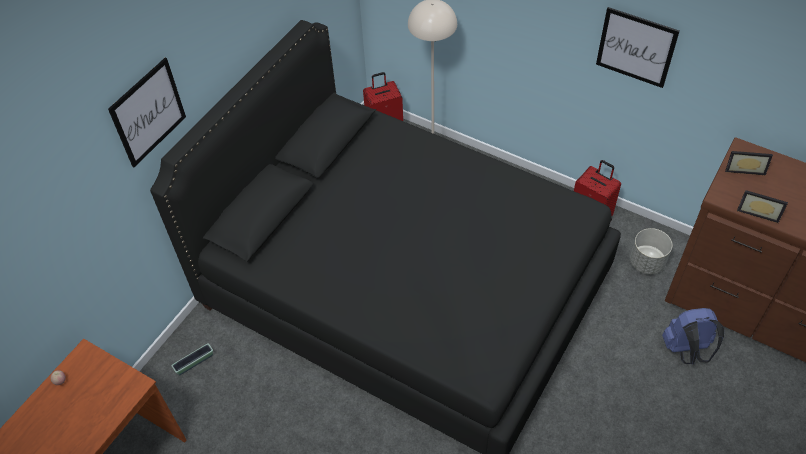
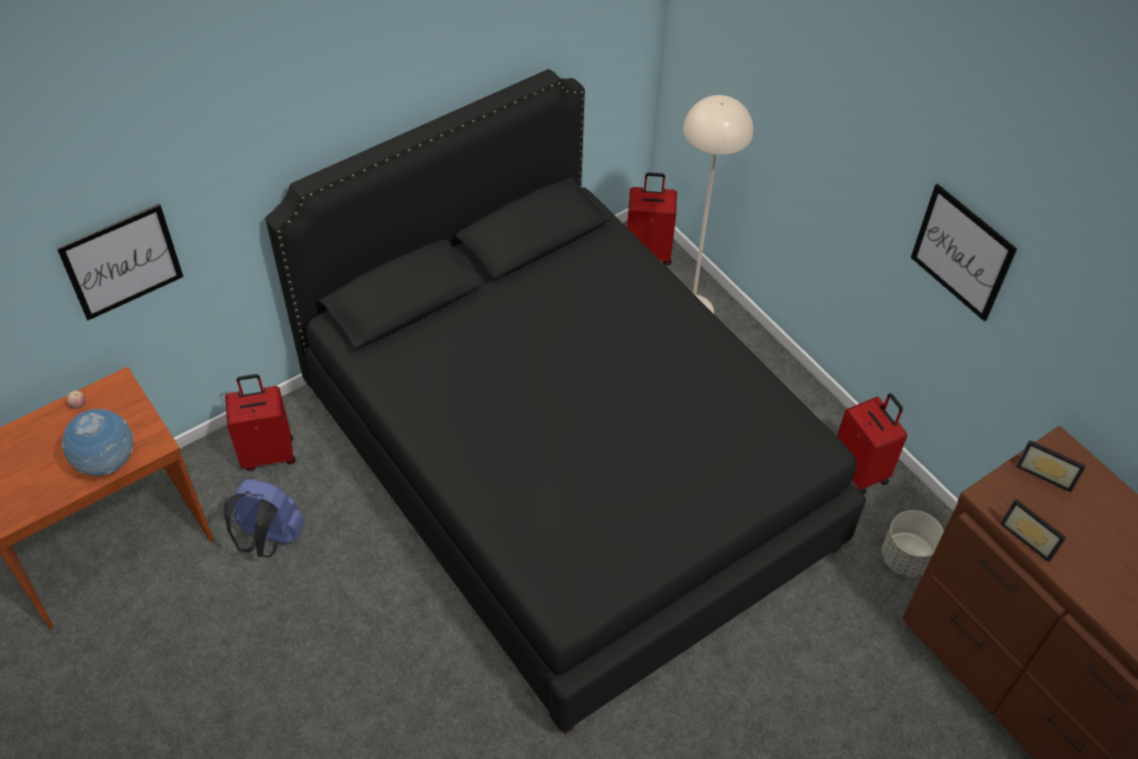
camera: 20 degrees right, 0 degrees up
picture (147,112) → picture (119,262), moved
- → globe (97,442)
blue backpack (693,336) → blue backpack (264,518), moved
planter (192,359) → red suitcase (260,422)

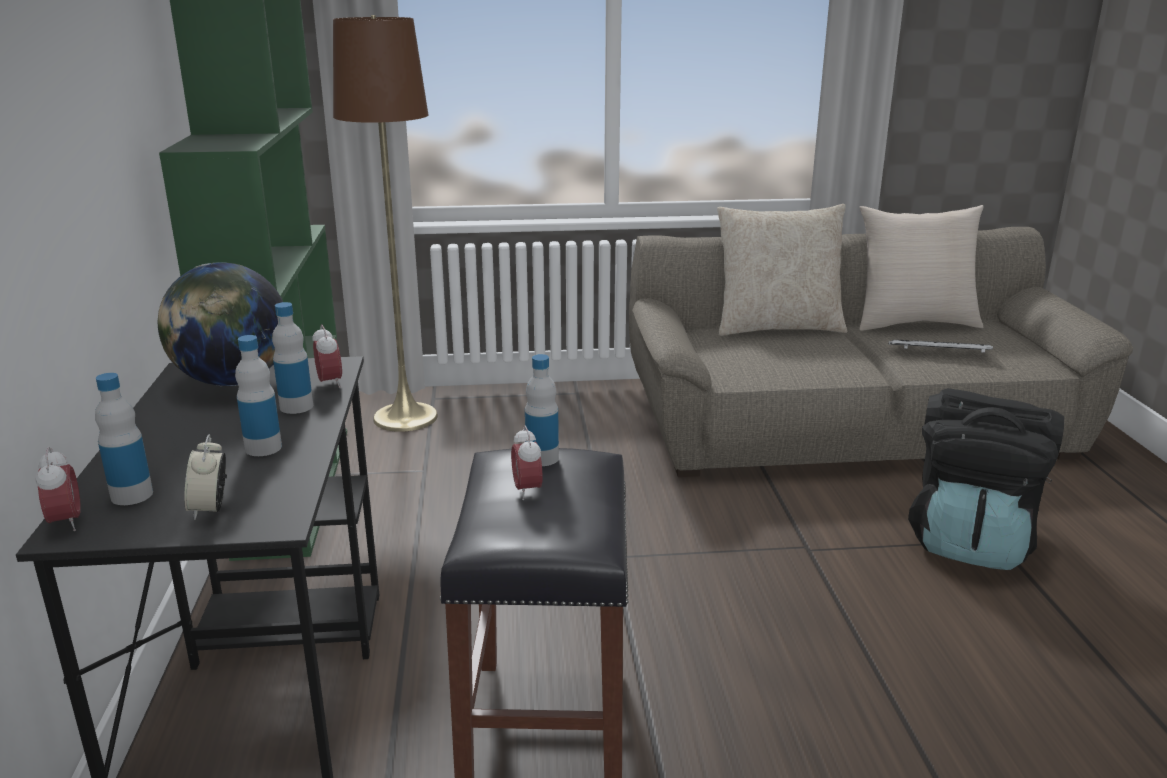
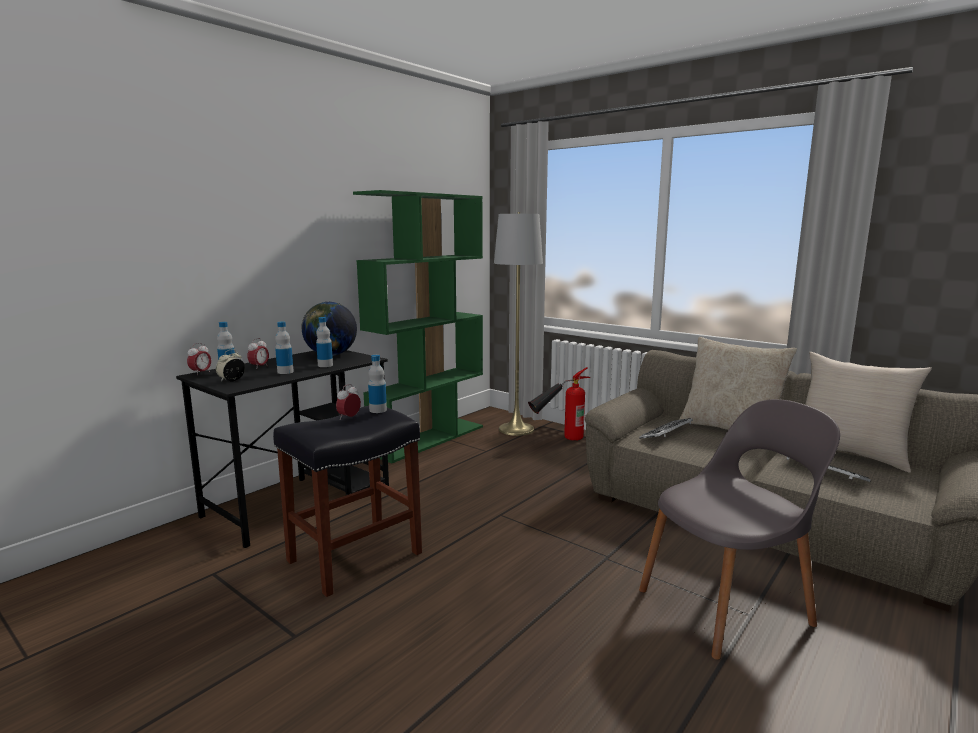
camera: 45 degrees right, 10 degrees down
alarm clock (327,356) → alarm clock (258,352), moved
brown floor lamp (385,223) → grey floor lamp (518,324)
- → fire extinguisher (559,404)
black backpack (986,479) → grey chair (739,529)
- → keyboard (666,428)

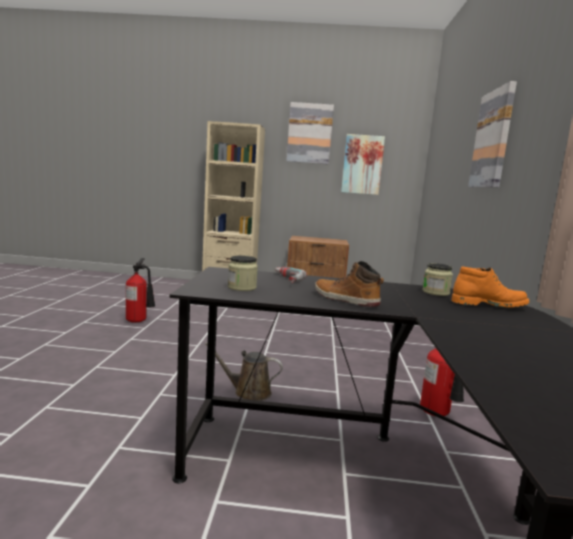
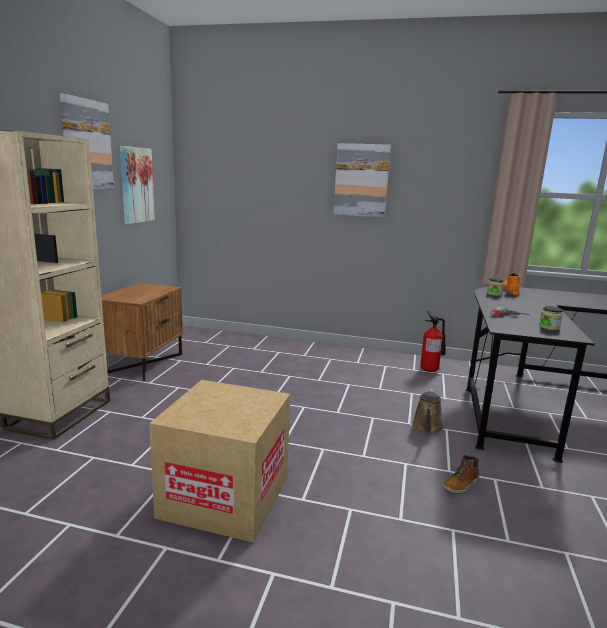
camera: 80 degrees left, 5 degrees up
fire extinguisher (140,290) → cardboard box (219,461)
boot (349,284) → boot (461,474), moved

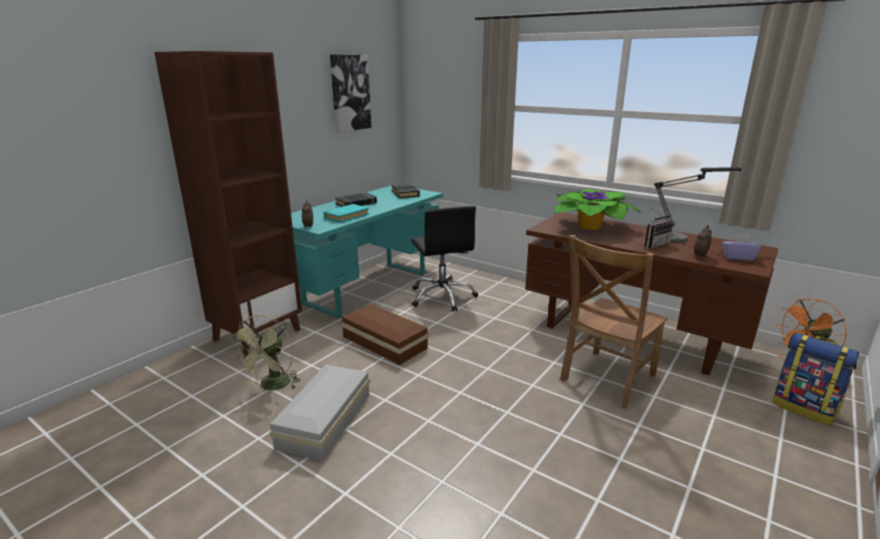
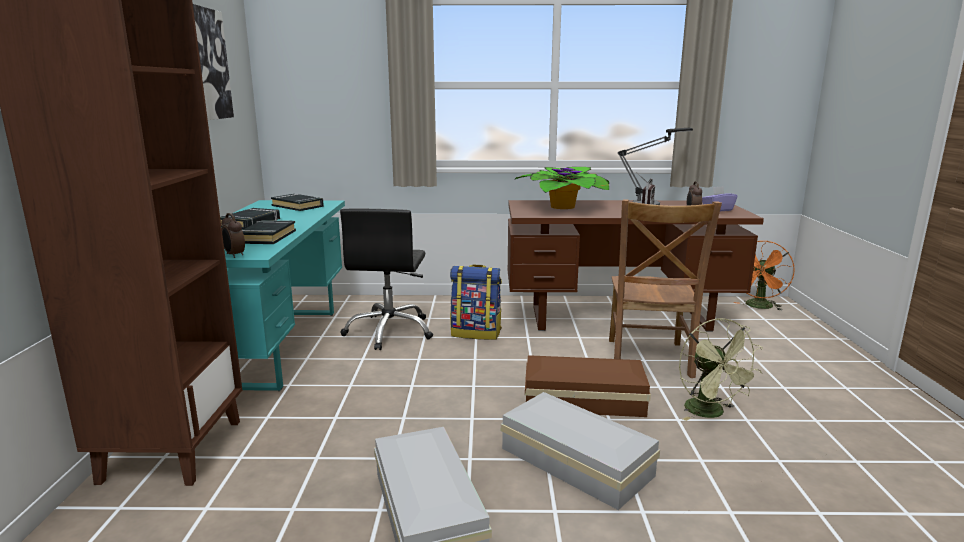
camera: 35 degrees left, 5 degrees down
turquoise book (346,213) → black book (269,232)
black office chair (444,259) → black office chair (386,279), 60 degrees clockwise
backpack (815,379) → backpack (476,302), moved
- → white storage box (580,451)
brown storage box (385,334) → brown storage box (588,386), moved
green fan (265,352) → green fan (721,369), moved

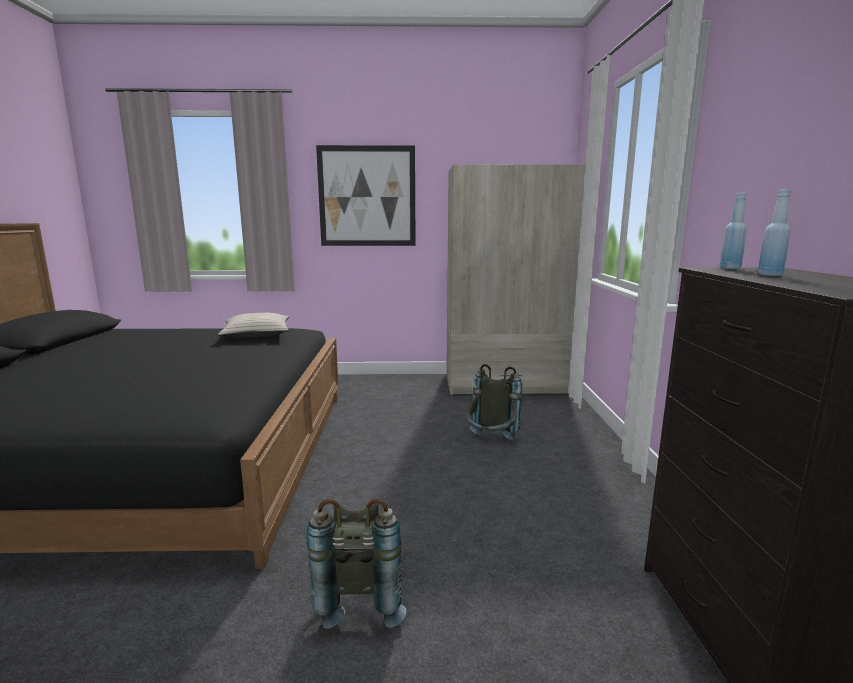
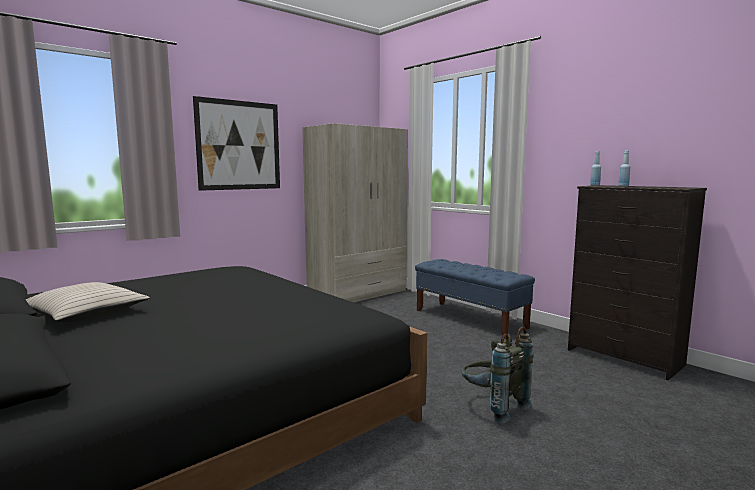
camera: 40 degrees left, 5 degrees down
beige pillow (253,326) → beige pillow (88,302), moved
- → blue bench (475,297)
grey backpack (494,402) → -

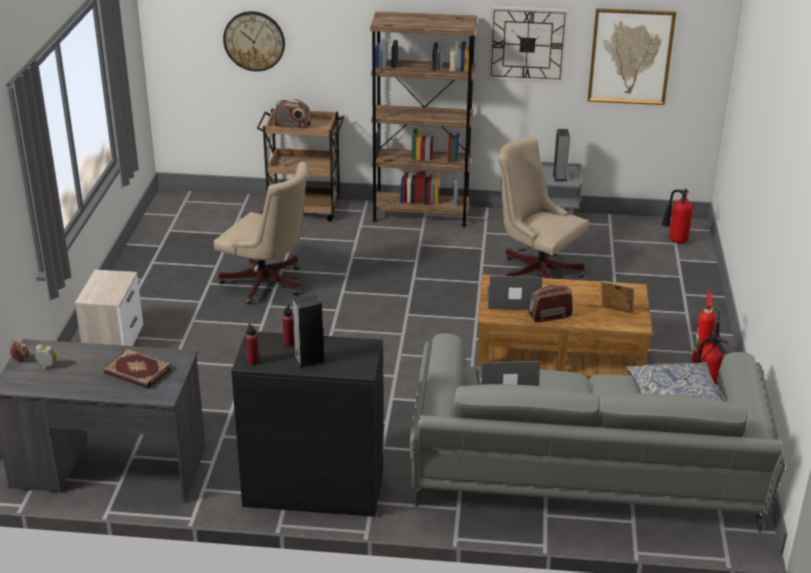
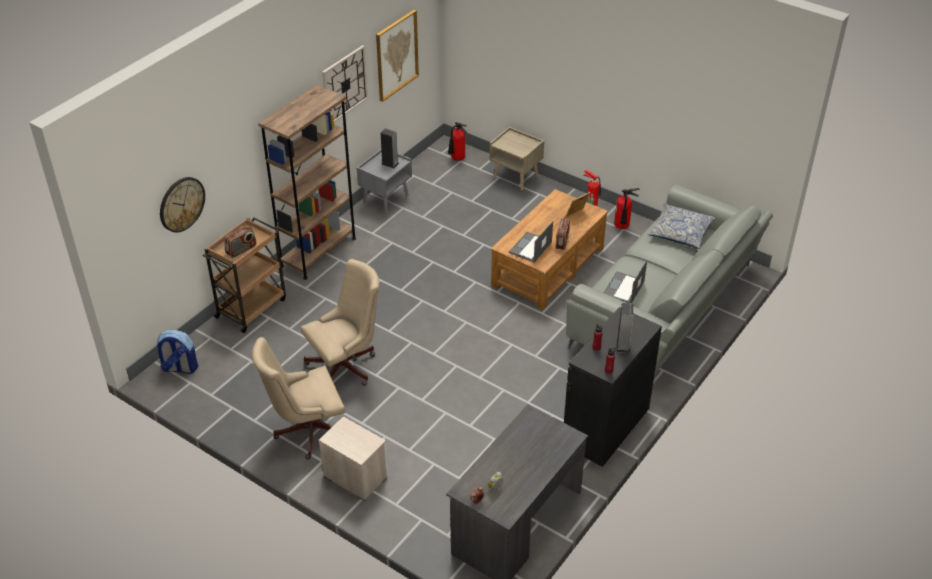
camera: 60 degrees left, 10 degrees up
- → backpack (177,352)
beige office chair (543,208) → beige office chair (298,398), moved
- → beige nightstand (516,158)
book (137,369) → -

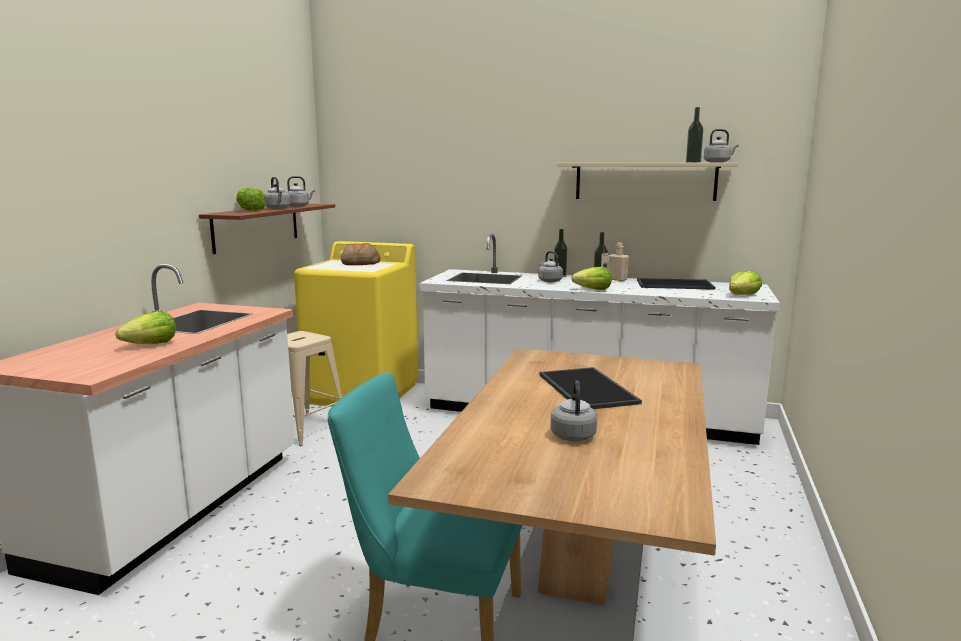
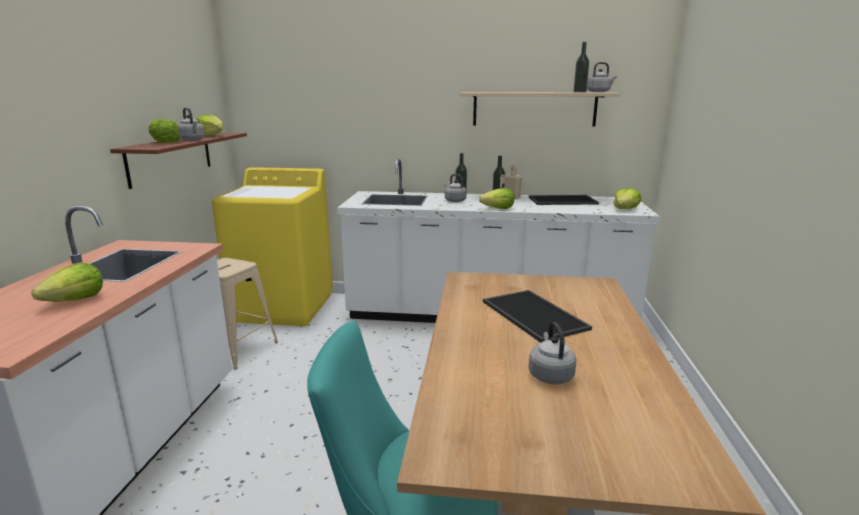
camera: 10 degrees left, 5 degrees up
grey kettle (300,191) → lettuce (209,126)
bread (360,254) → -

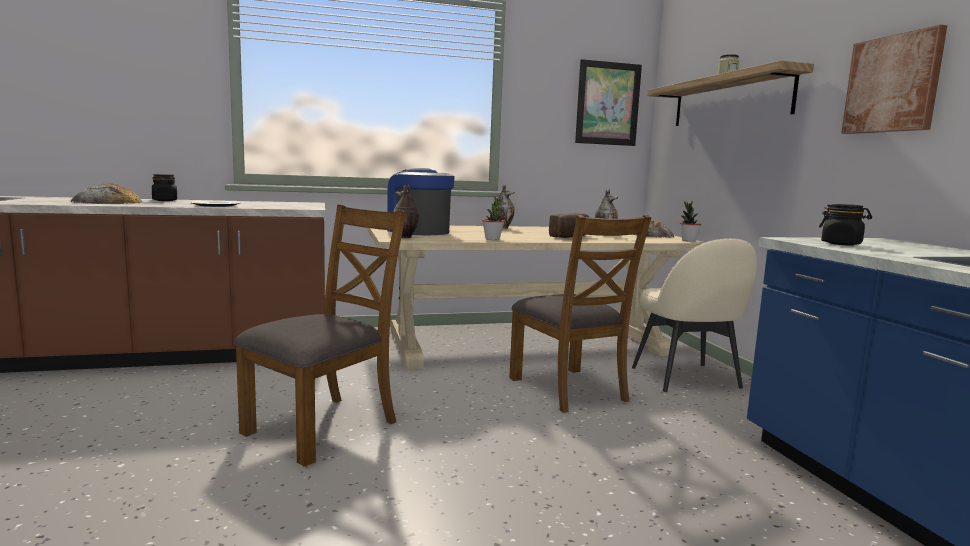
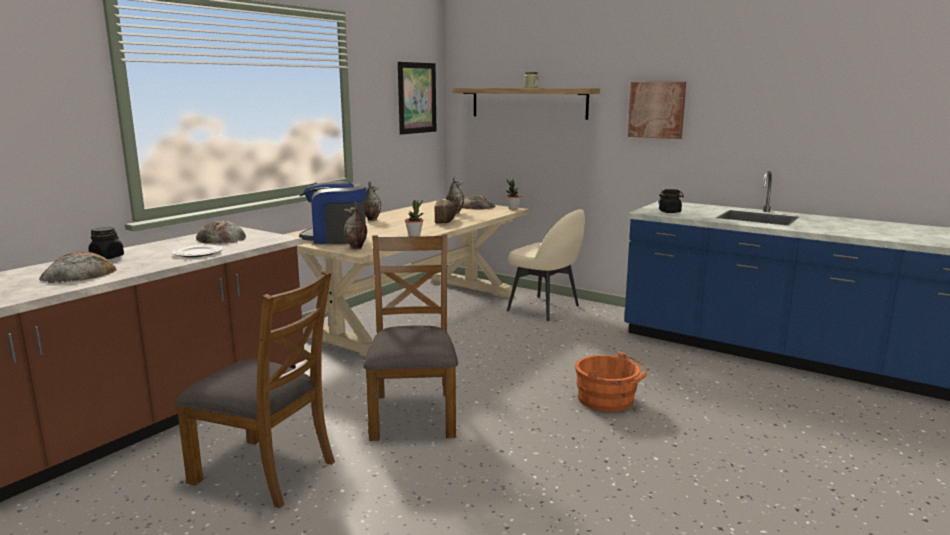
camera: 40 degrees left, 5 degrees up
brown chair (580,314) → brown chair (255,389), moved
- → bread (221,232)
- → orange bucket (611,381)

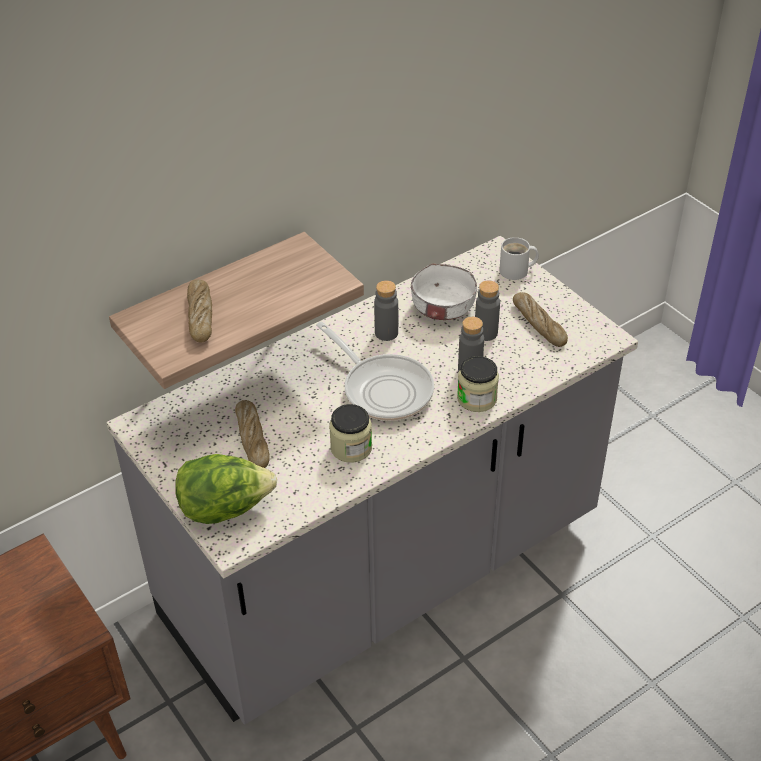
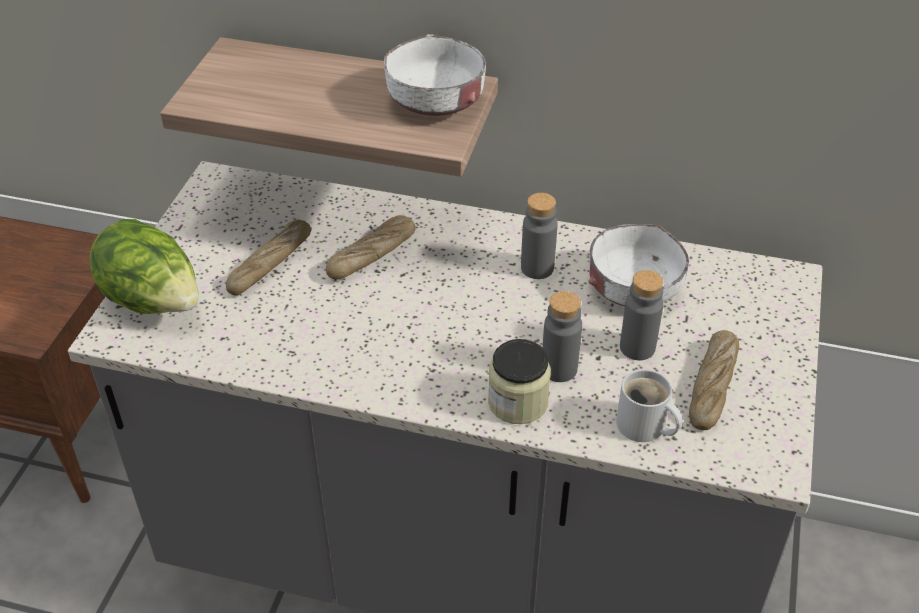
camera: 50 degrees right, 0 degrees up
bread (199,311) → bread (371,247), moved
- → white bowl (435,75)
white mug (519,258) → white mug (649,405), moved
frying pan (375,371) → -
jar (350,433) → -

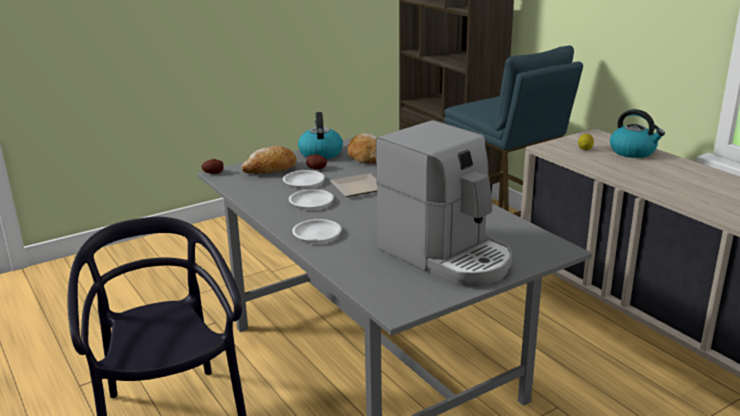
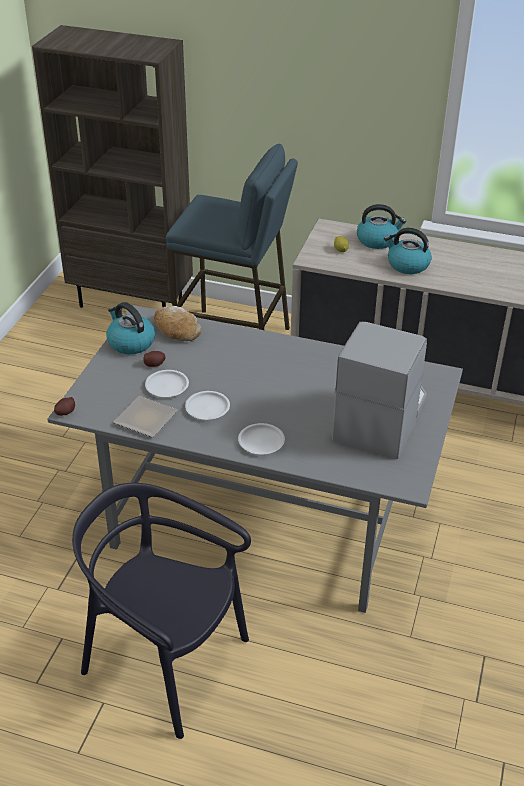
camera: 40 degrees left, 15 degrees up
plate (353,185) → plate (145,416), moved
coffee machine (444,203) → coffee machine (379,390), 75 degrees counterclockwise
- → kettle (408,251)
bread (269,160) → -

